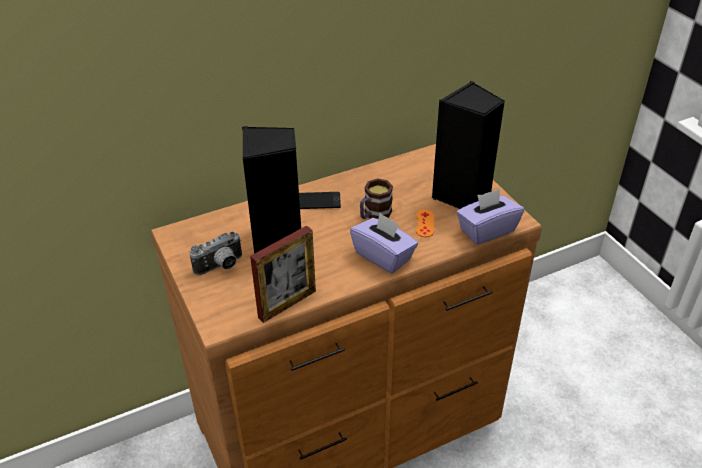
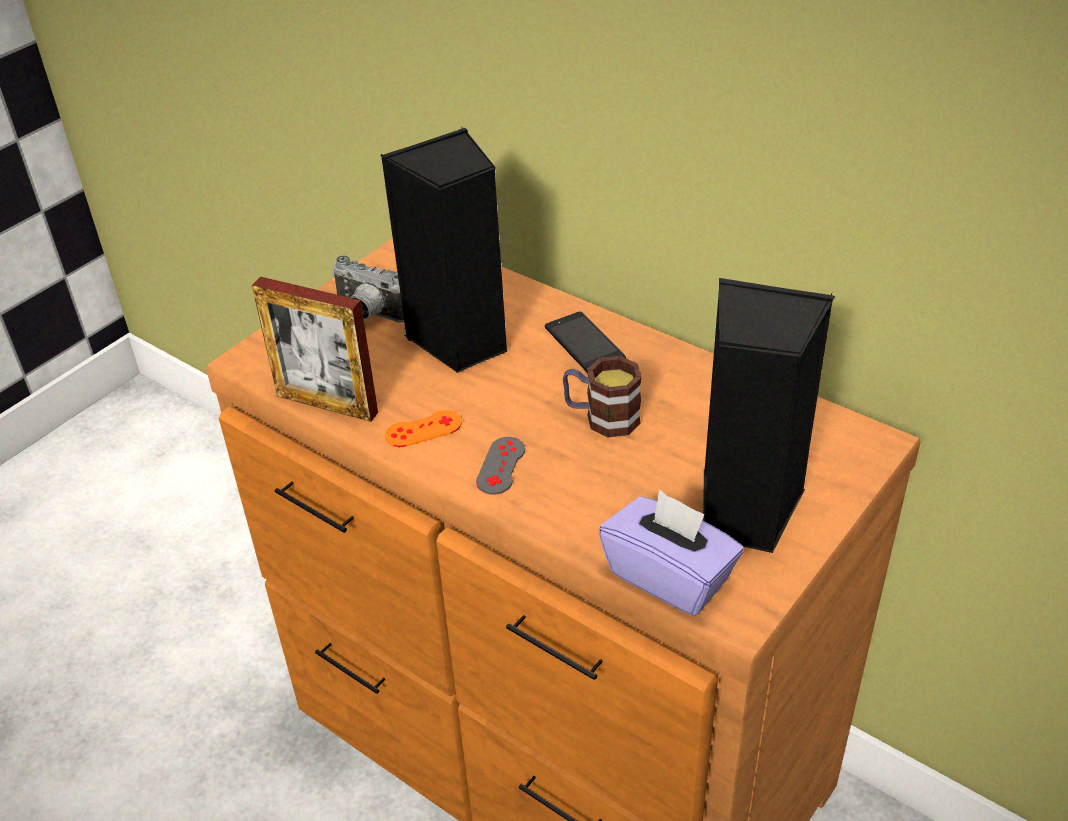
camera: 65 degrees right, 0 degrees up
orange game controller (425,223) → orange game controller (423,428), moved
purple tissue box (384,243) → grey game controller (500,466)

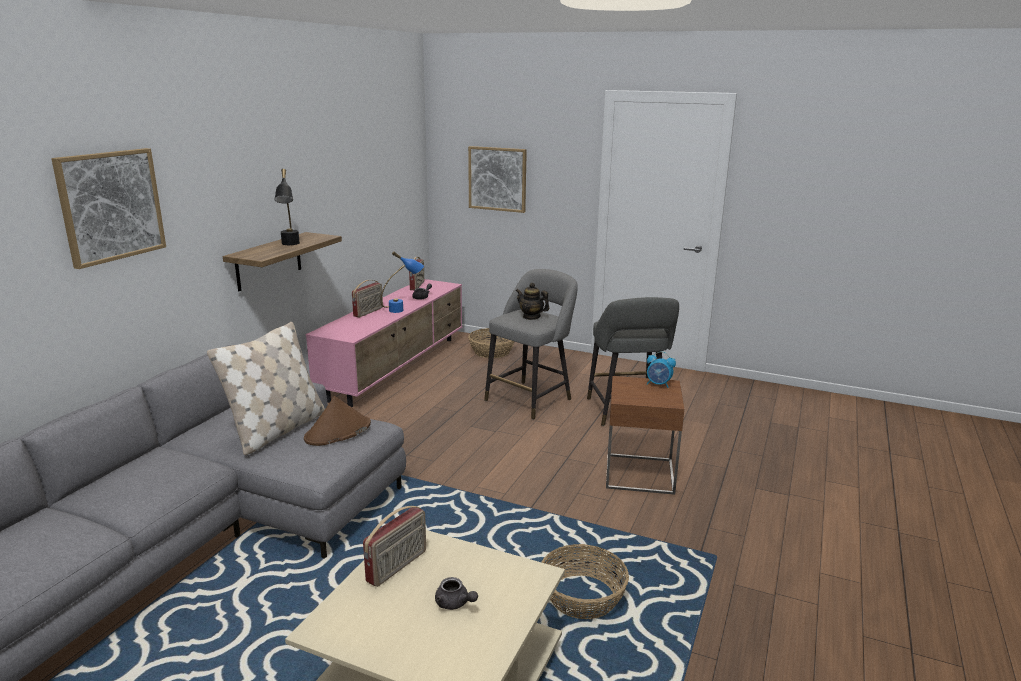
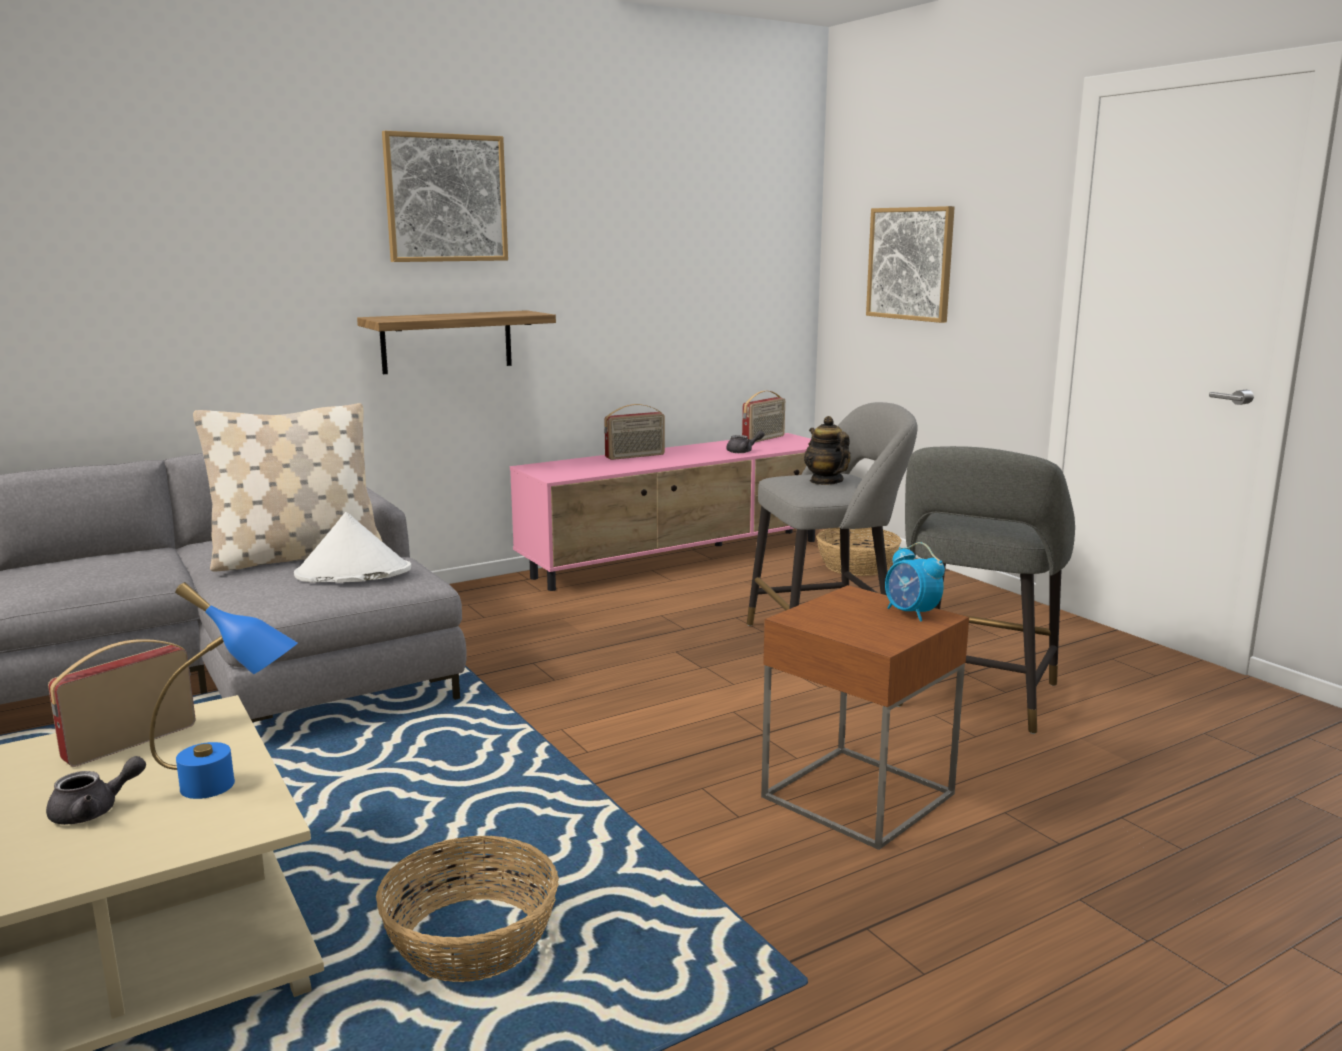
camera: 35 degrees right, 5 degrees down
grey teapot (456,593) → grey teapot (96,790), 105 degrees counterclockwise
radio (394,546) → radio (122,703), 150 degrees clockwise
blue table lamp (402,282) → blue table lamp (223,690), moved
brown hat (337,421) → white hat (352,547)
picture (108,208) → picture (445,196), moved
black table lamp (287,207) → -

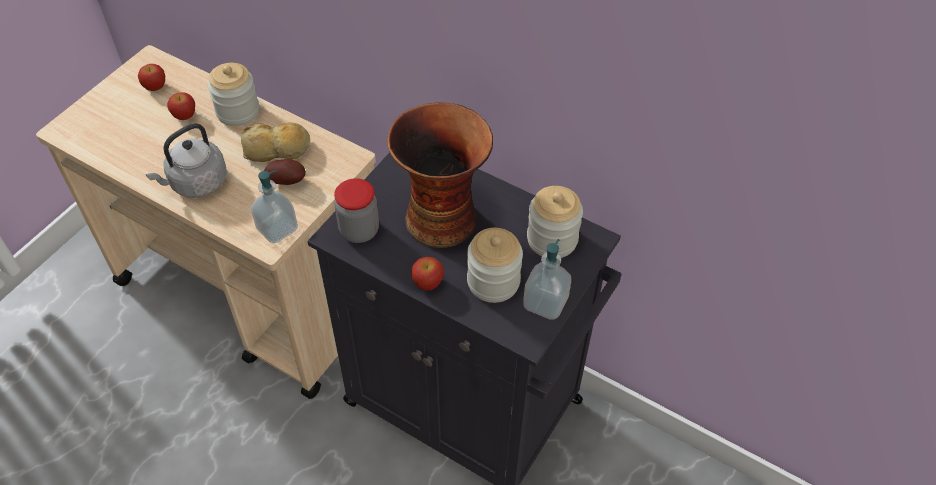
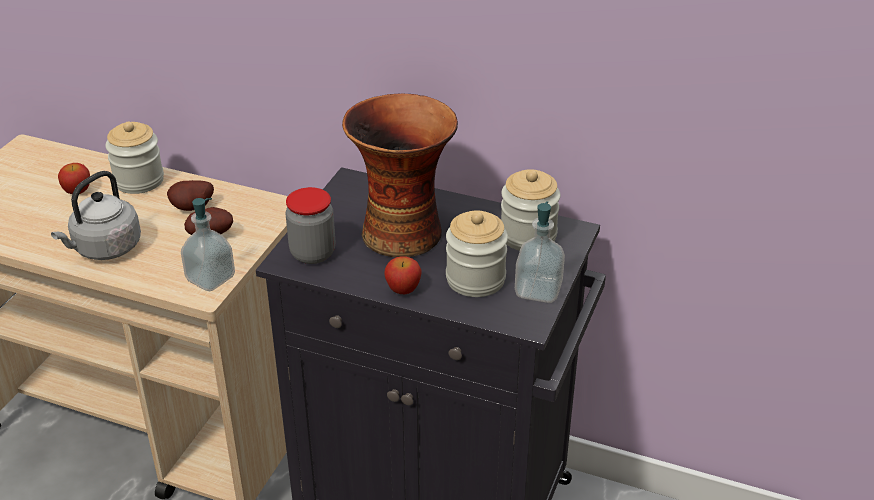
camera: 10 degrees left, 15 degrees down
bread (275,142) → potato (190,195)
apple (151,77) → -

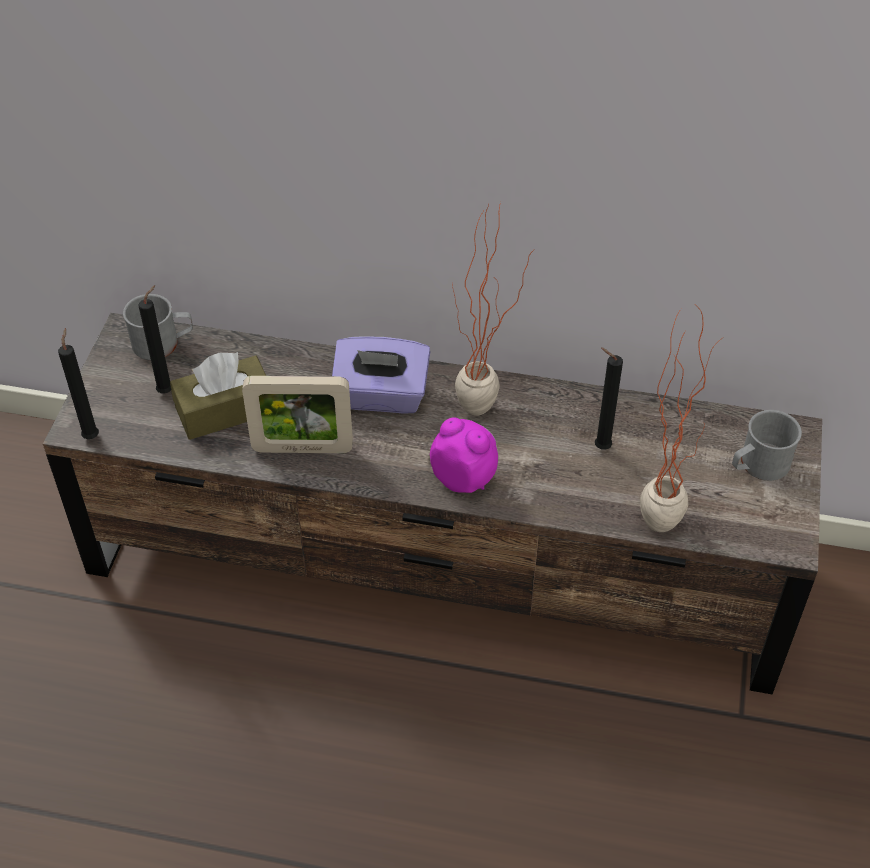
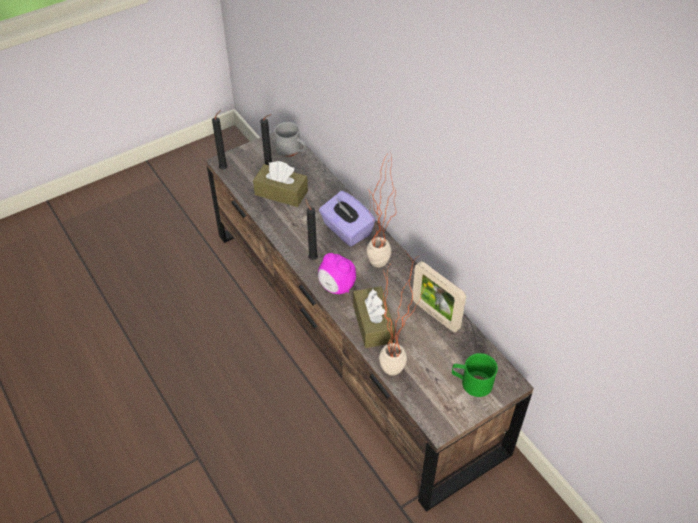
camera: 45 degrees right, 0 degrees up
black candle (609,398) → black candle (312,229), moved
alarm clock (464,455) → alarm clock (337,273), 135 degrees clockwise
- → brown tissue box (374,317)
picture frame (297,414) → picture frame (439,296), moved
grey mug (767,445) → green mug (475,375)

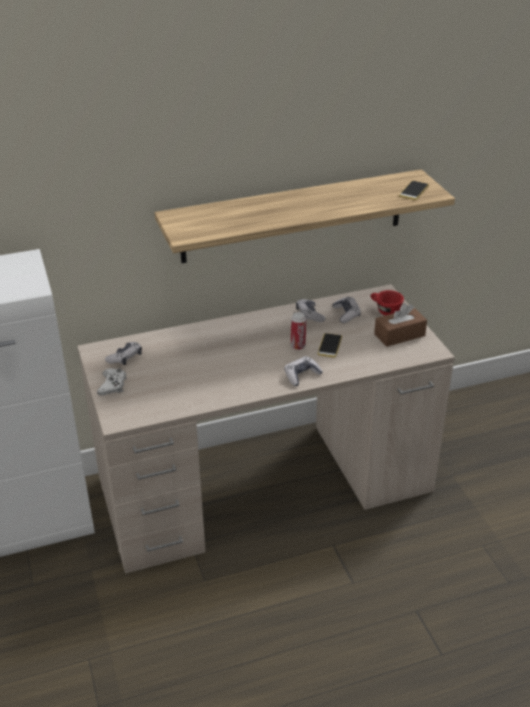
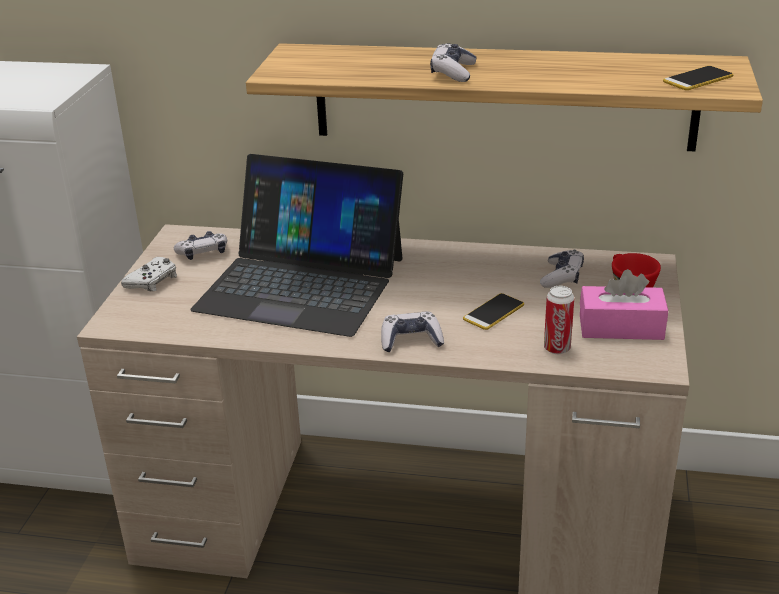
camera: 30 degrees right, 5 degrees down
- → laptop (297,245)
game controller (310,310) → game controller (453,62), moved
can (298,331) → can (559,320), moved
brown tissue box (400,325) → pink tissue box (624,304)

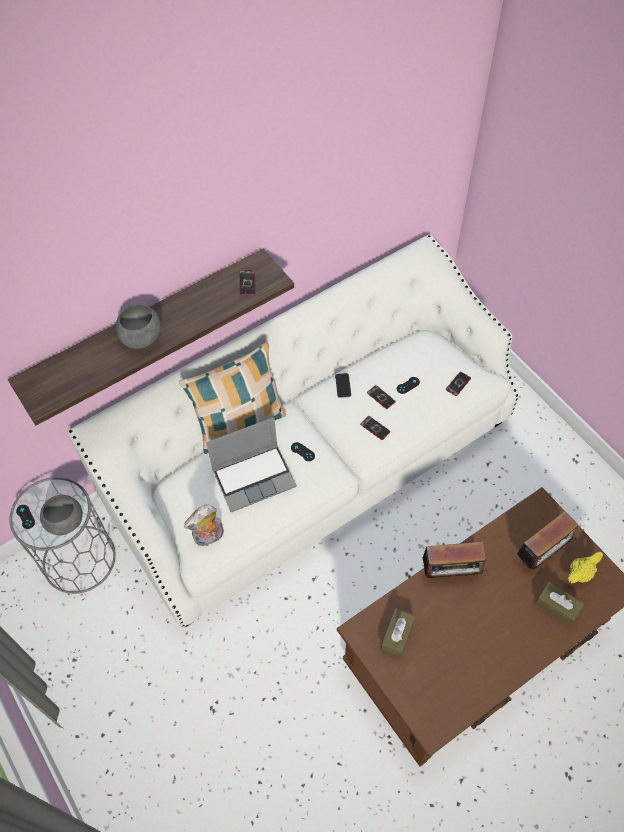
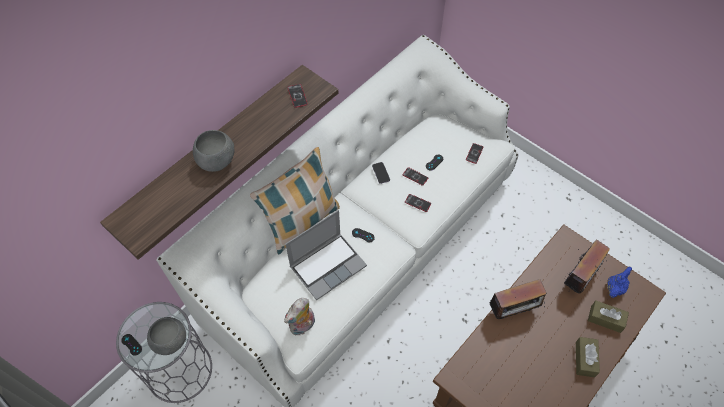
camera: 15 degrees left, 0 degrees up
brown tissue box (398,633) → brown tissue box (588,357), moved
yellow teapot (585,567) → blue teapot (619,282)

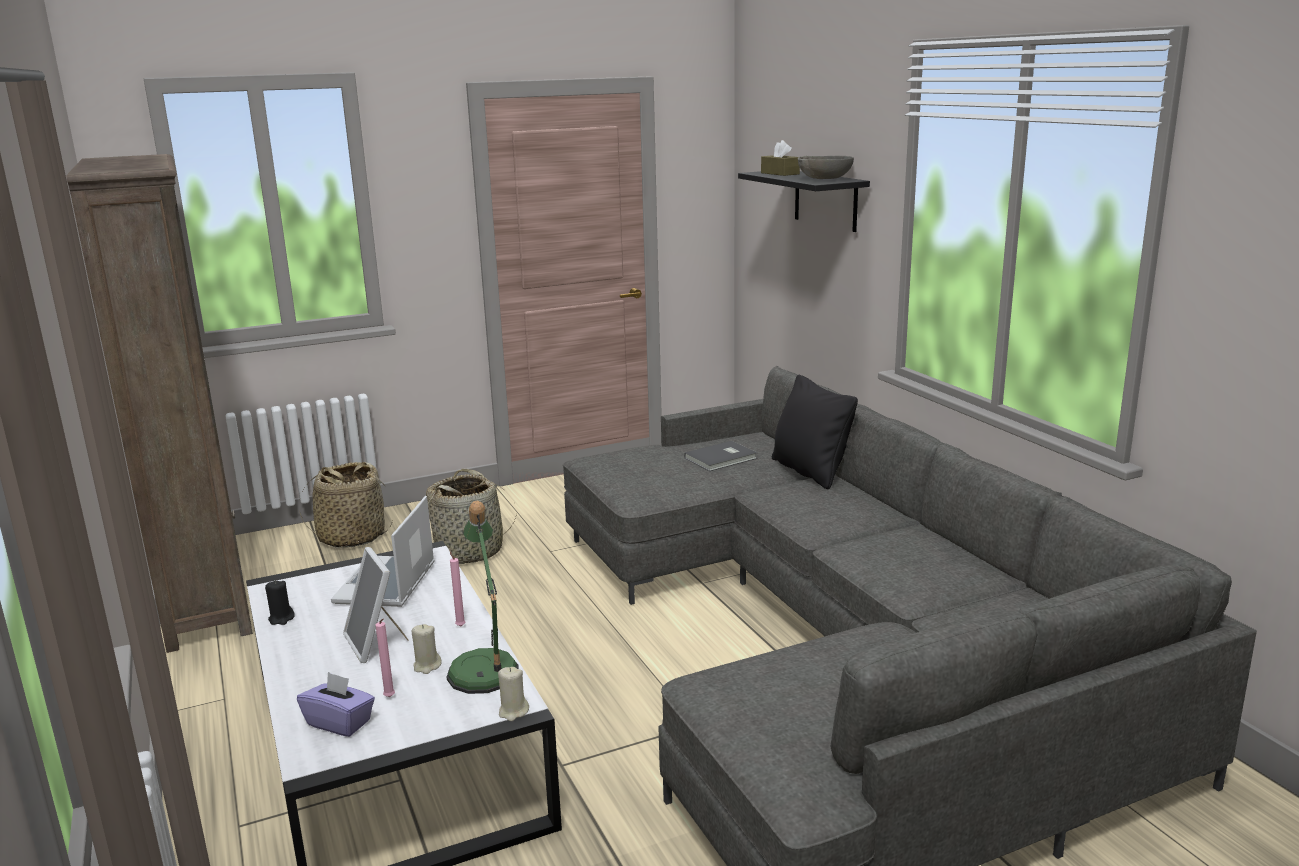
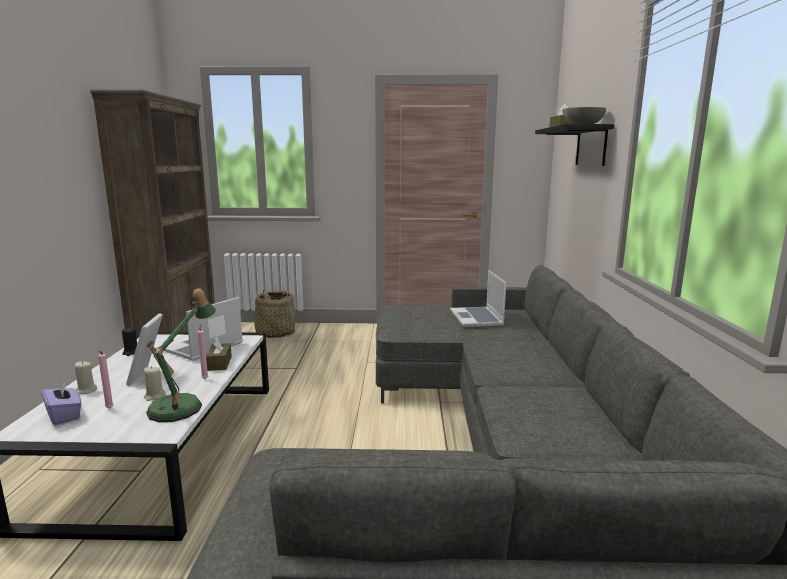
camera: 25 degrees right, 5 degrees down
beige candle (513,694) → beige candle (86,377), moved
- → brown tissue box (219,353)
grey book (720,456) → laptop (478,298)
basket (471,516) → -
black pillow (815,432) → -

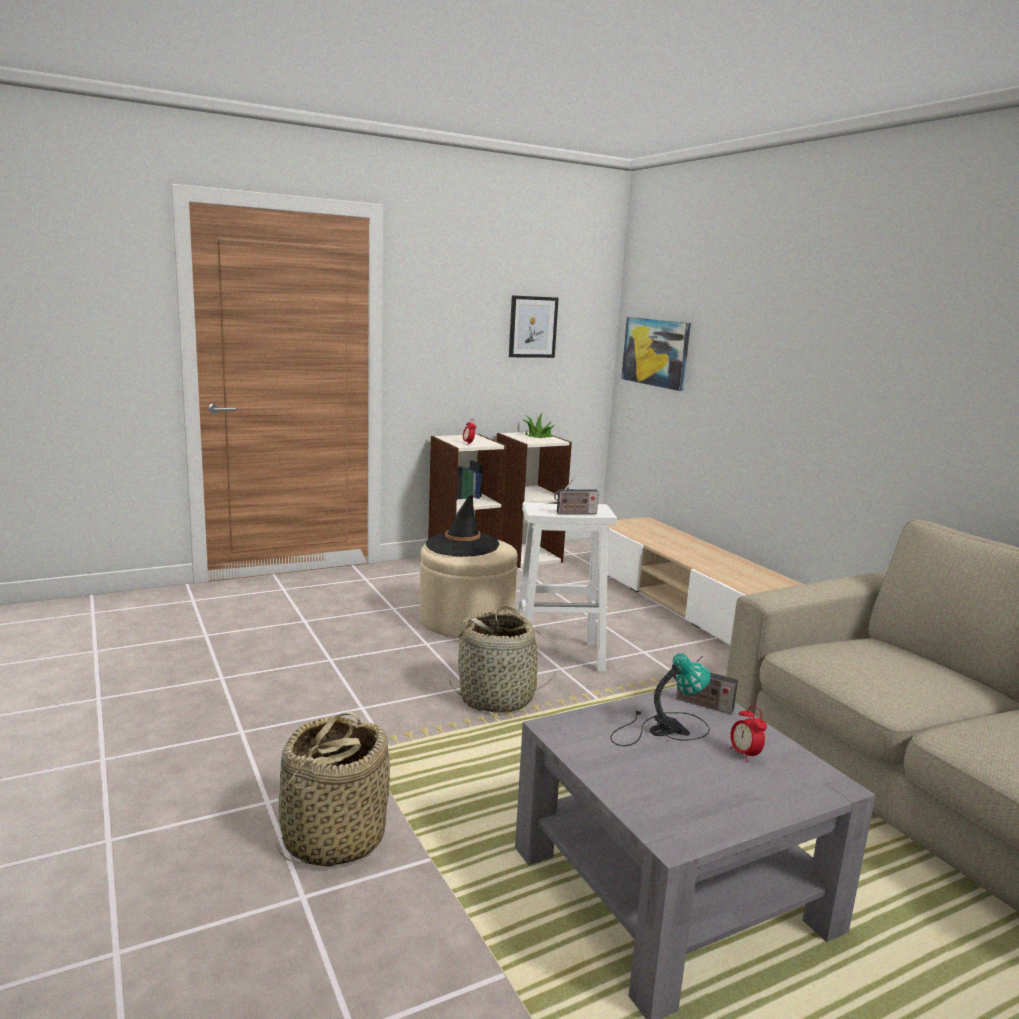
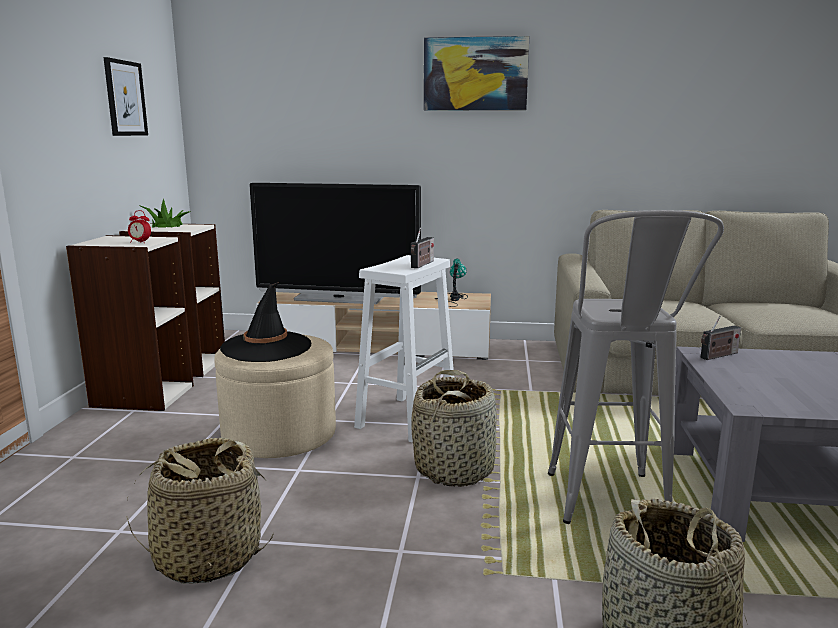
camera: 55 degrees left, 0 degrees up
- → basket (200,511)
- → television (335,243)
picture (656,354) → picture (476,73), moved
table lamp (660,699) → table lamp (451,283), moved
- → grey stool (636,367)
alarm clock (748,733) → -

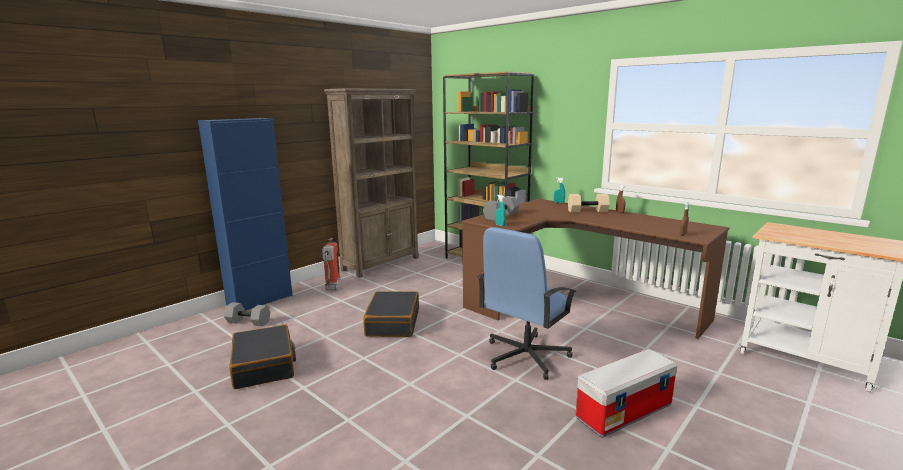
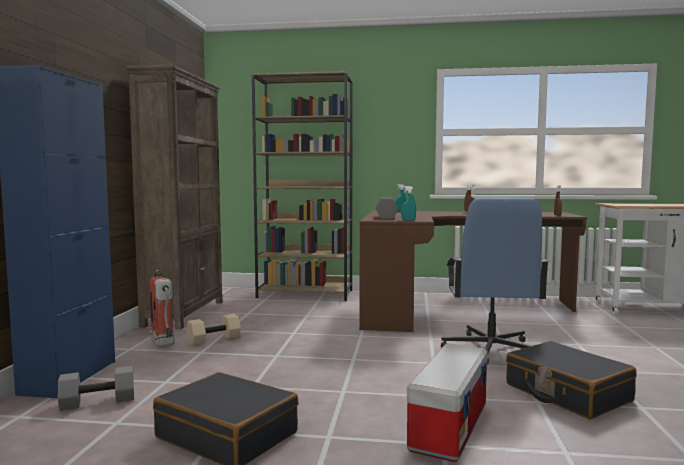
camera: 35 degrees left, 10 degrees down
beige dumbbell (589,203) → beige dumbbell (213,330), moved
storage box (626,393) → storage box (447,402), moved
black suitcase (391,314) → black suitcase (571,380), moved

